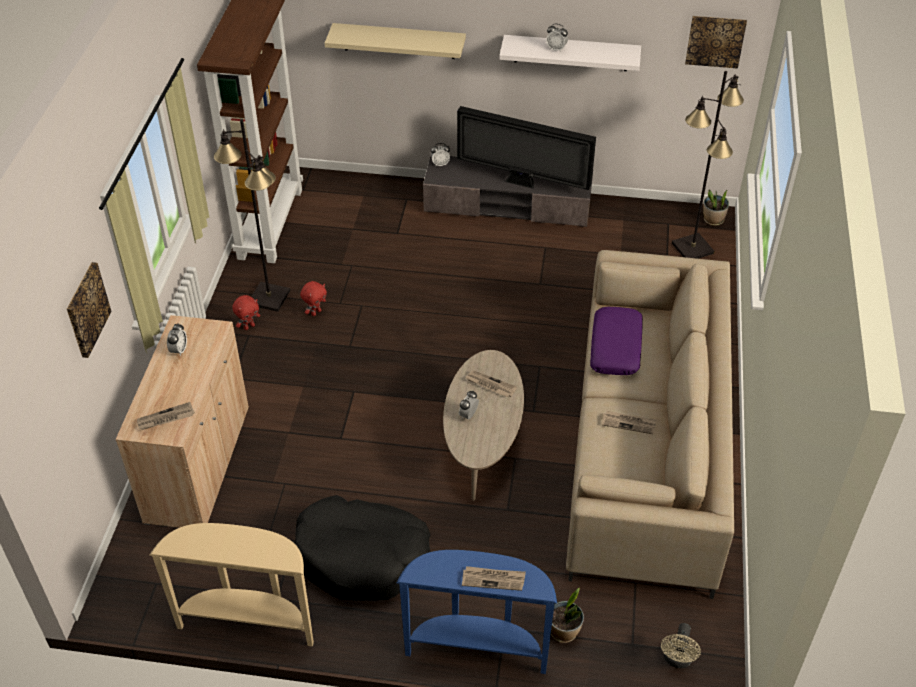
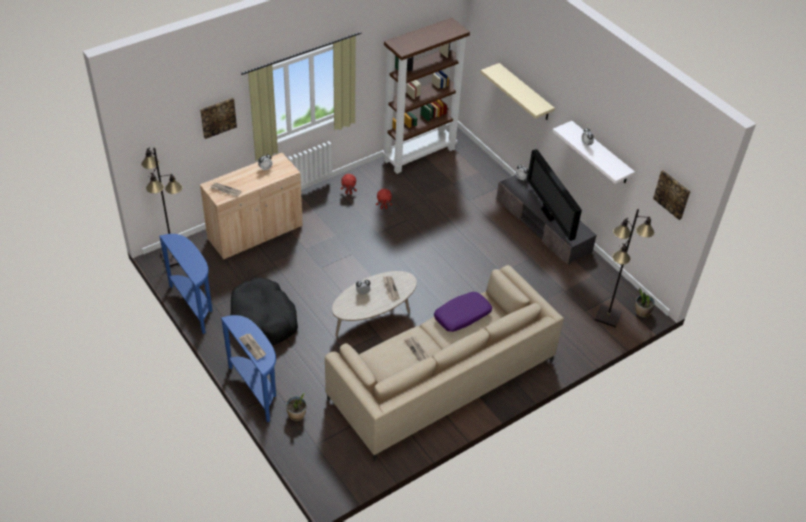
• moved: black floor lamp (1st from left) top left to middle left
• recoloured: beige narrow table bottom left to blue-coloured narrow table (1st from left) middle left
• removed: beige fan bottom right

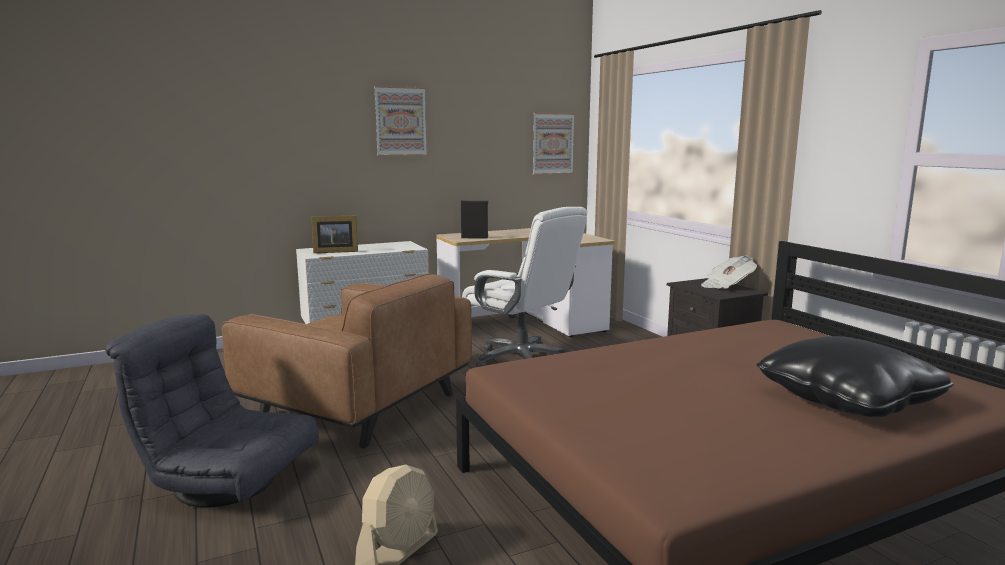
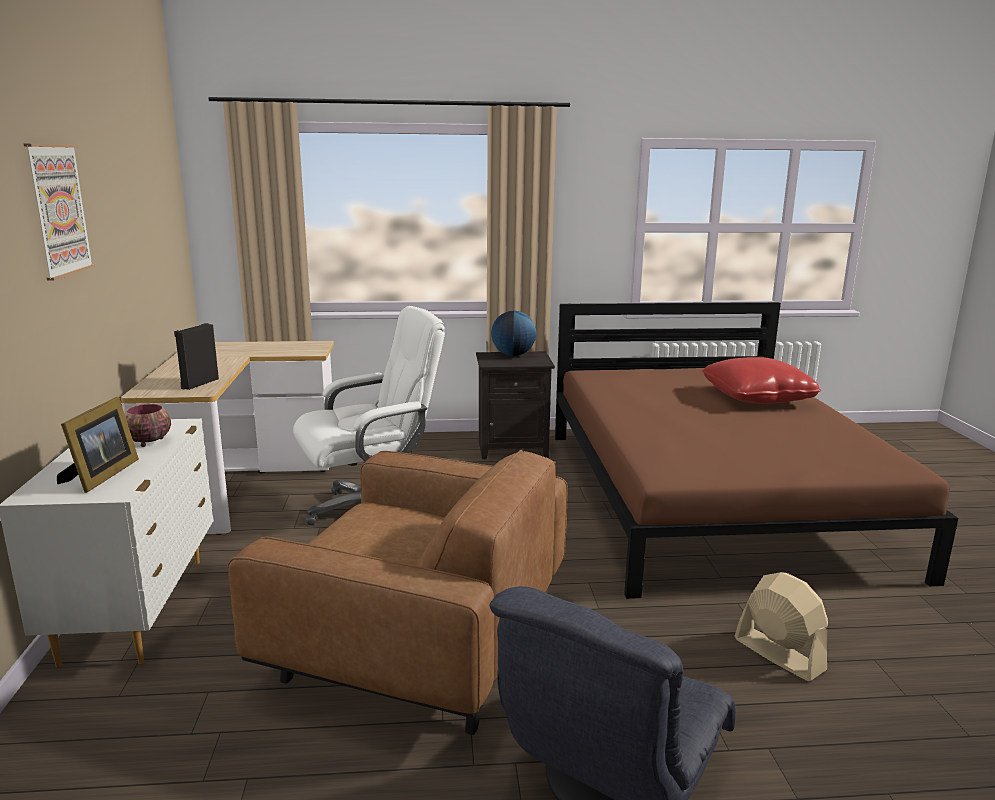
• removed: picture (2nd from left) top centre
• replaced: printed paper middle right to globe centre
• turned: brown armchair centre = bottom centre 60 degrees clockwise
• recoloured: black throw pillow middle right to red throw pillow middle right
• added: deep dish middle left

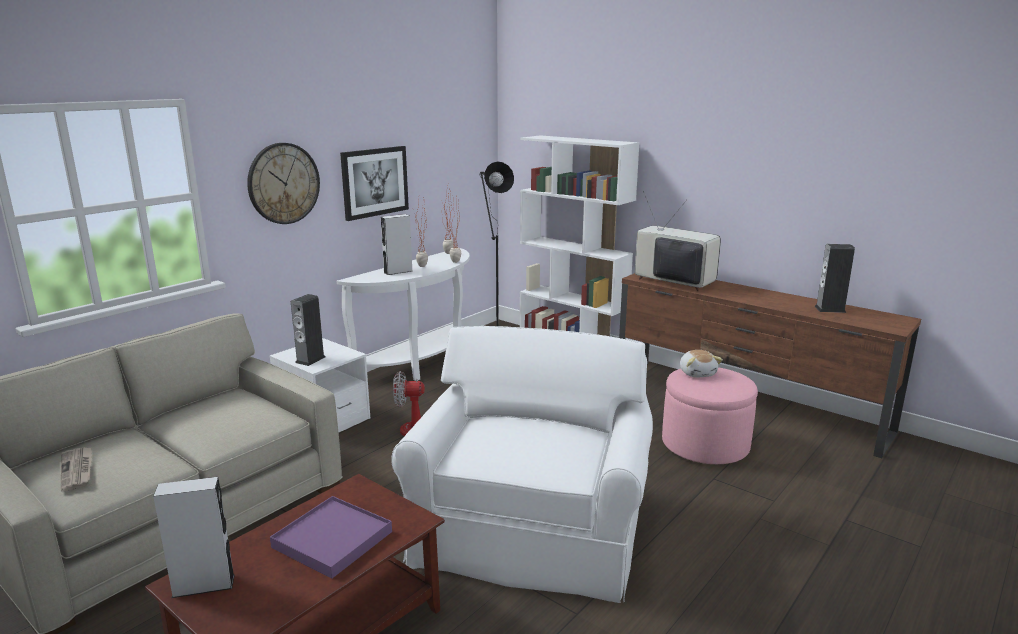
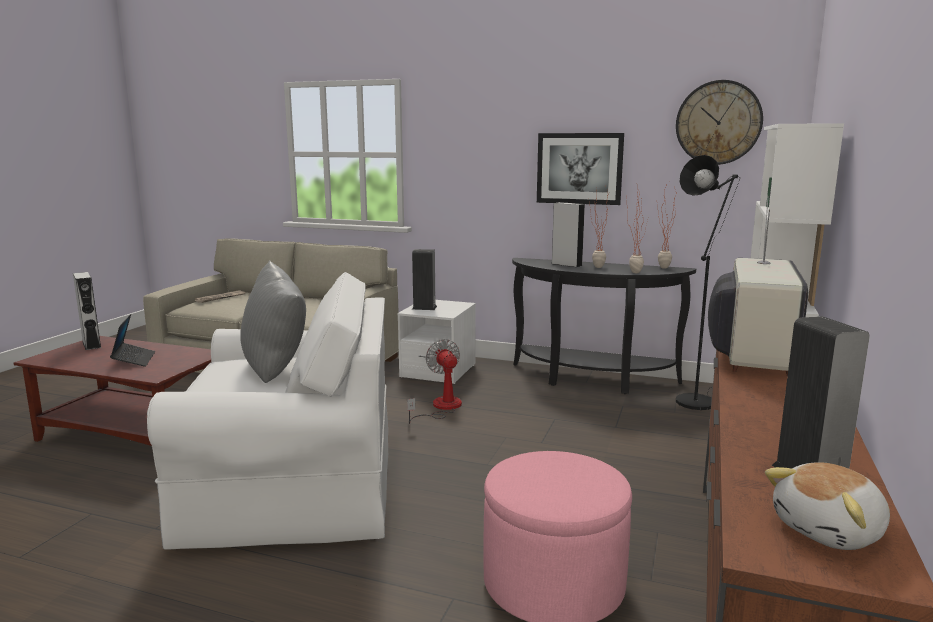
• moved: hanging clock top left to top right
• recoloured: whitish narrow table centre to black narrow table centre
• moved: cuddly toy middle right to bottom right
• replaced: purple serving tray bottom left to notebook computer middle left
• added: gray throw pillow middle left

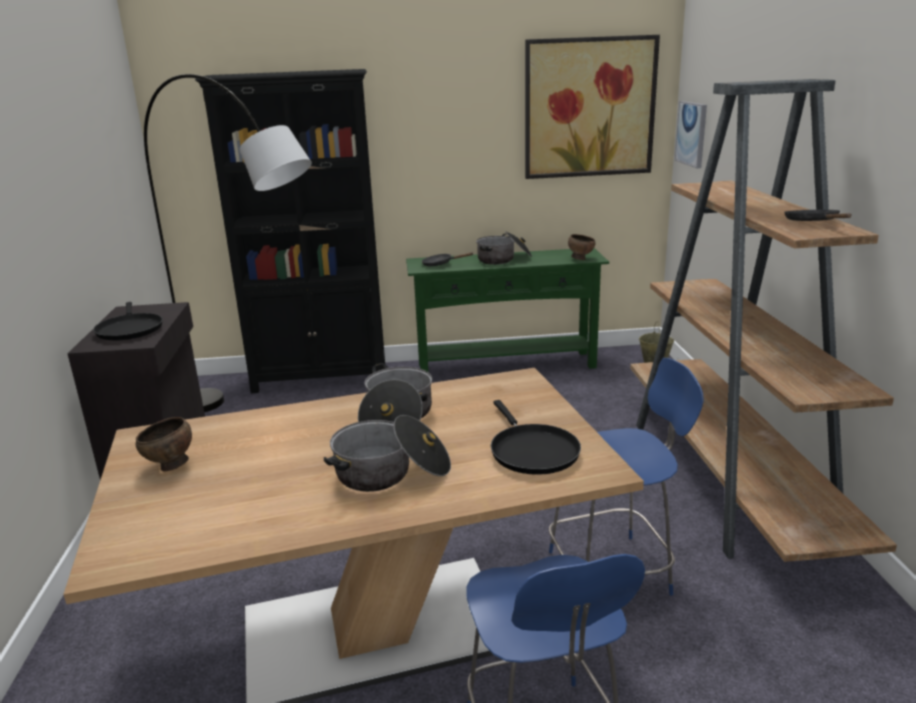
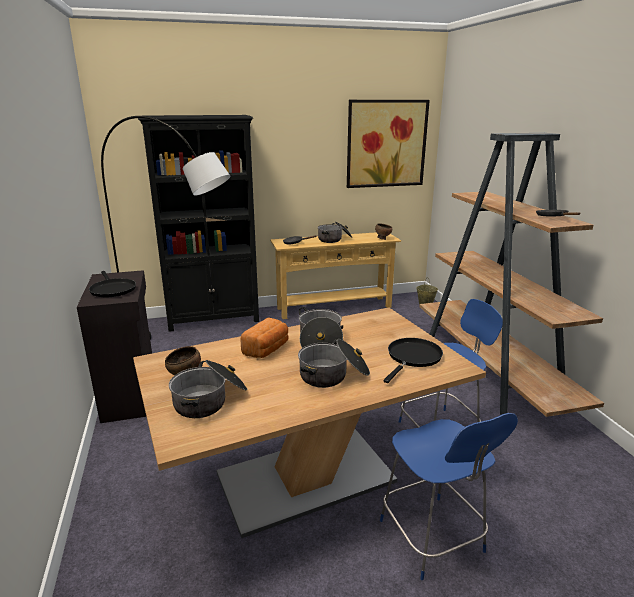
• removed: picture (2nd from left) top right
• recoloured: green narrow table centre to beige narrow table centre
• turned: black pan (3rd from left) centre = centre 120 degrees counterclockwise
• added: baked bread centre
• added: cooking pot (1st from left) middle left

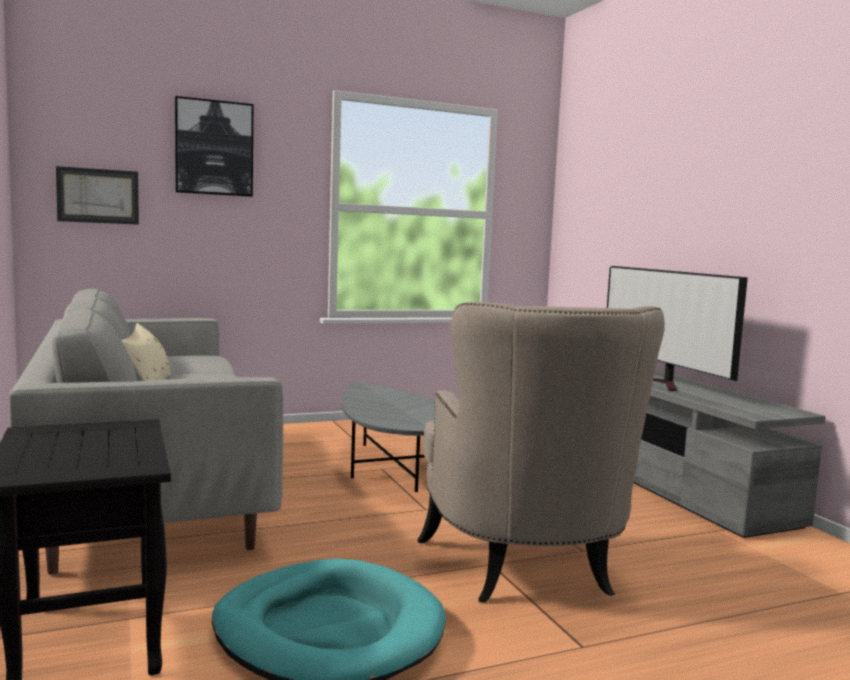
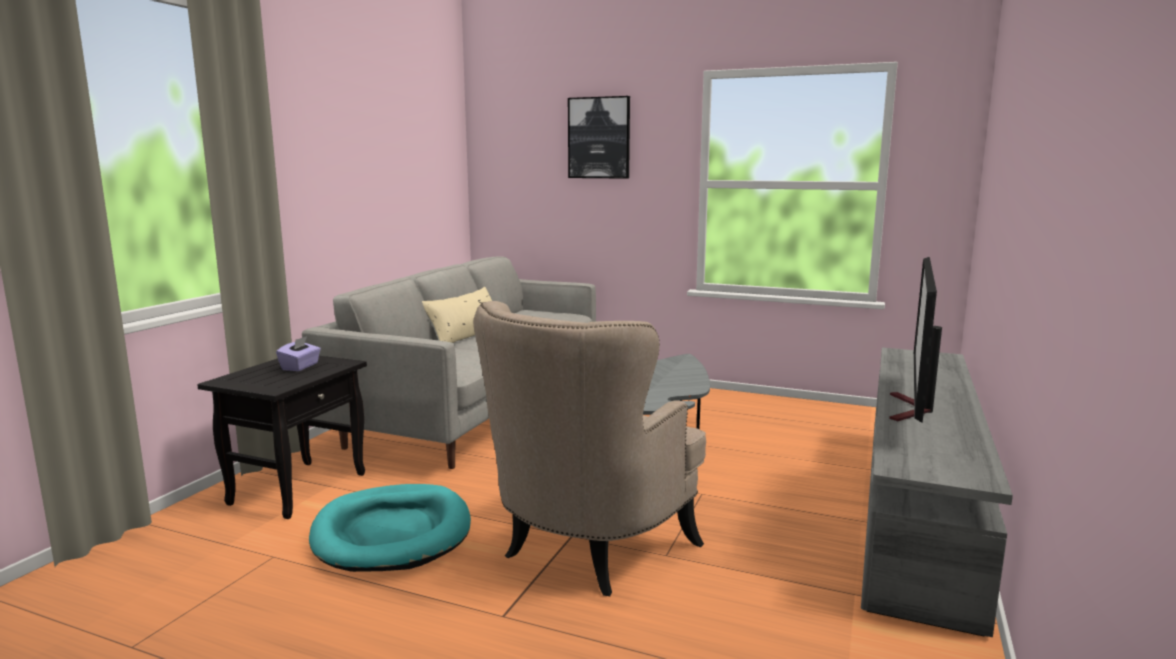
• removed: picture (1st from left) top left
• added: purple box of tissues middle left

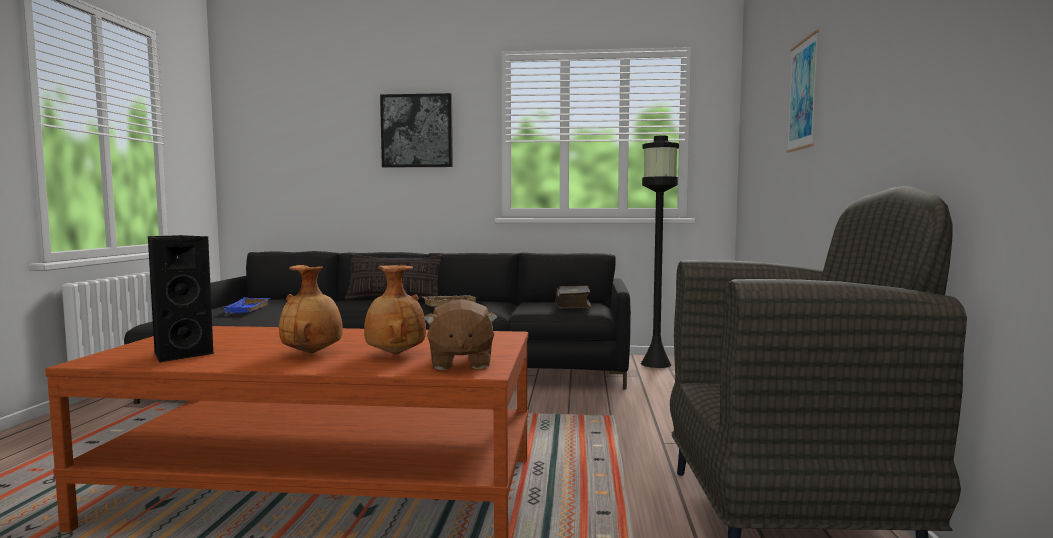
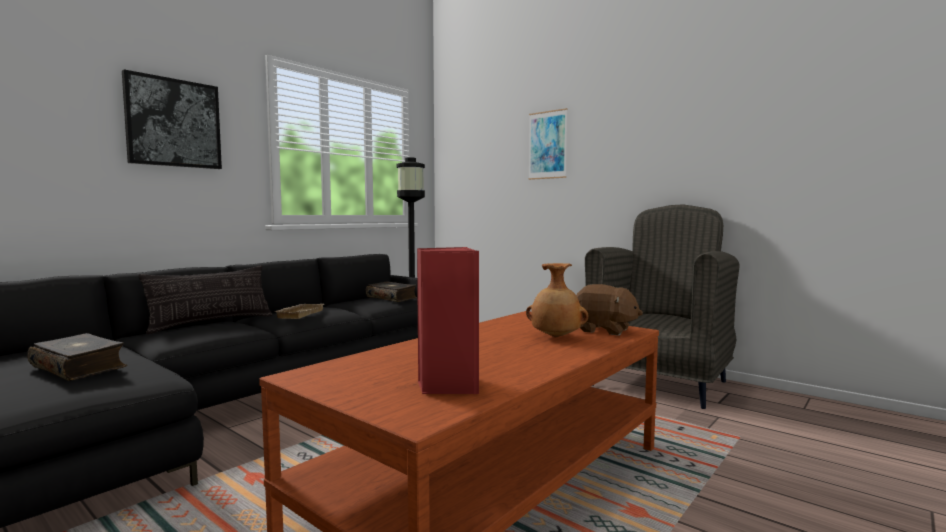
• recoloured: black audio speaker middle left to red audio speaker centre
• removed: brown vase (1st from left) middle left
• replaced: blue-coloured serving tray middle left to volume (1st from left) bottom left

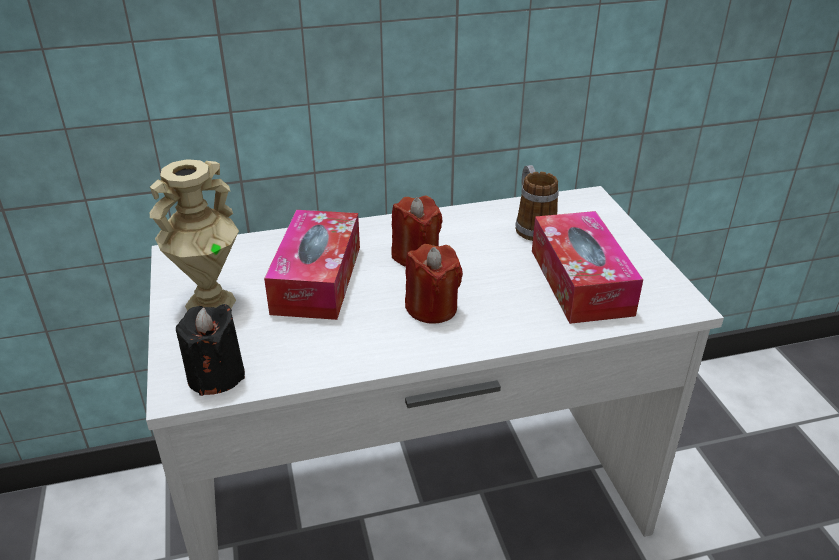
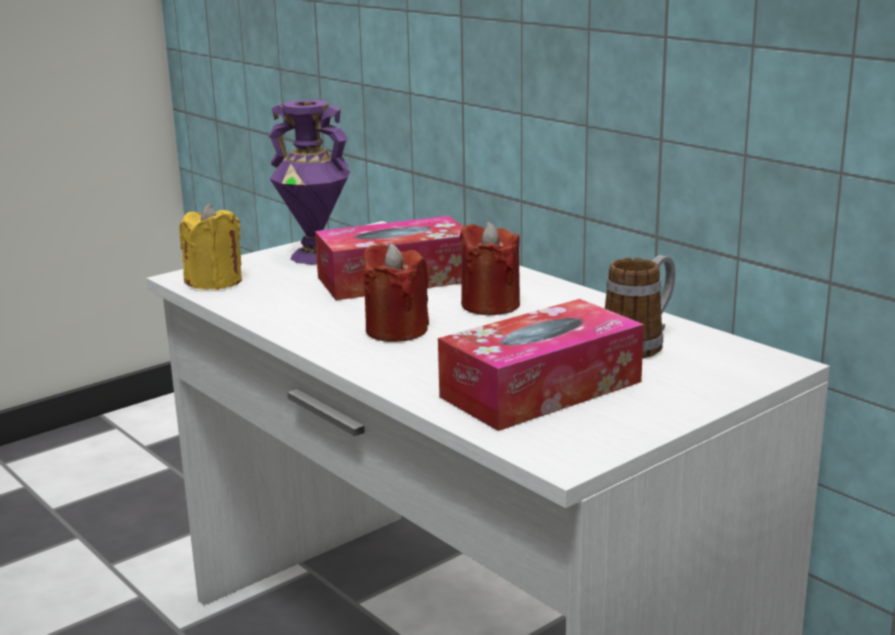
• recoloured: beige vase middle left to purple vase top centre
• recoloured: black candle middle left to yellowish candle middle left

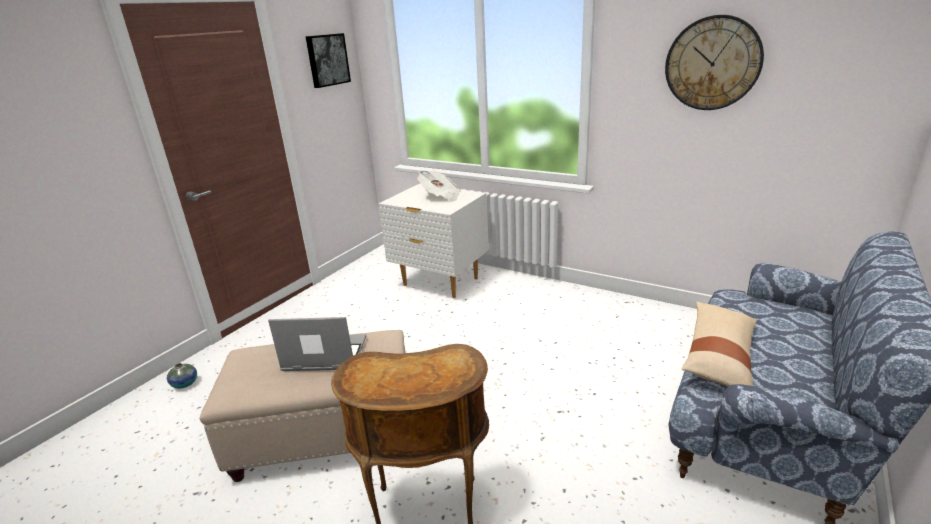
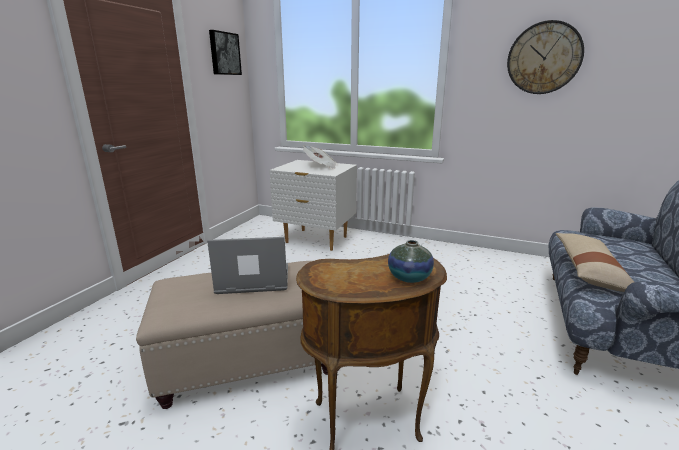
• moved: vase bottom left to centre

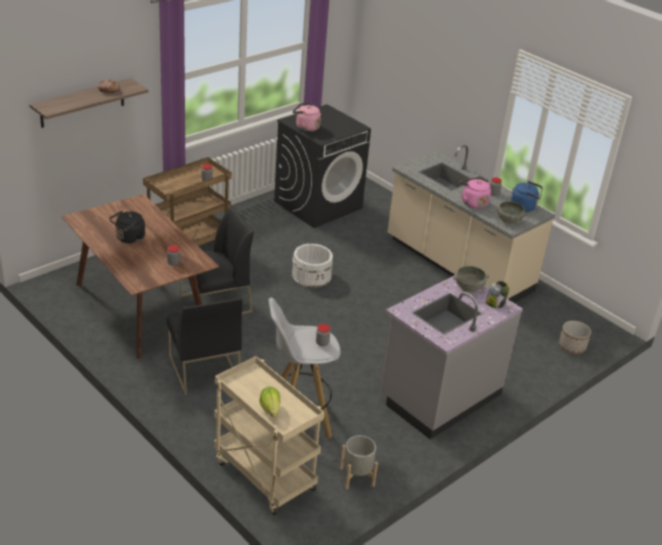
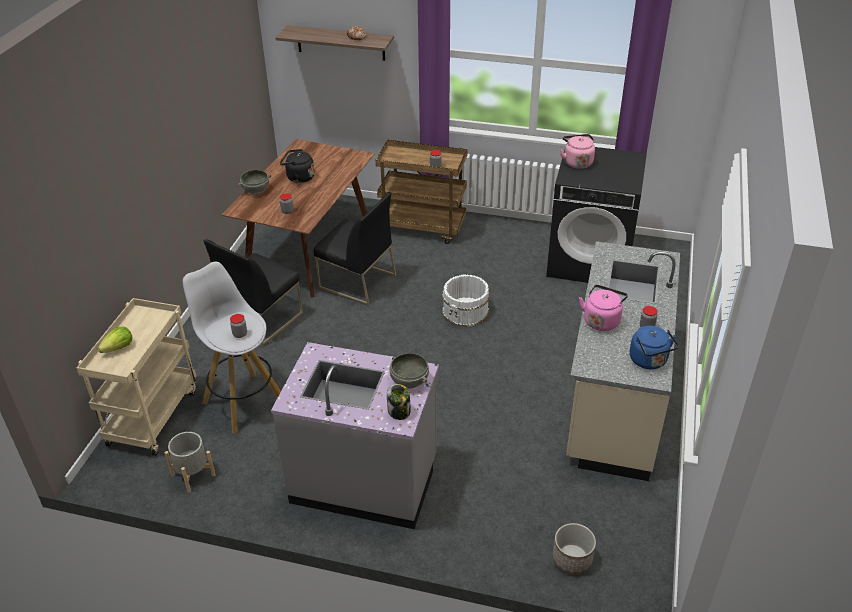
• moved: gray deep dish (2nd from left in the first image) middle right to gray deep dish (1st from left) top left

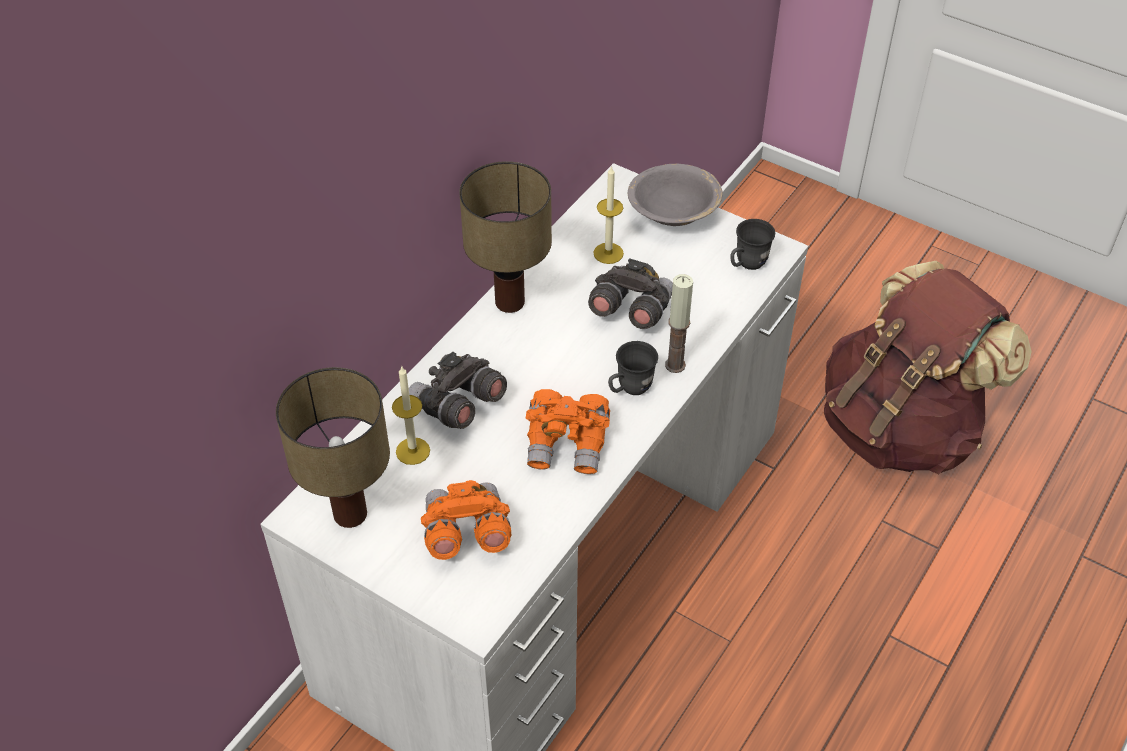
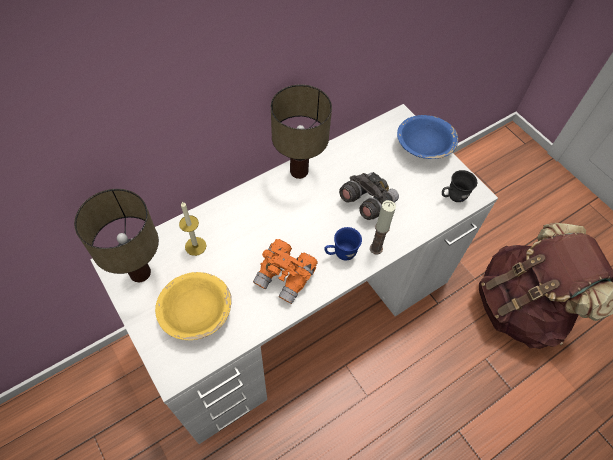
• recoloured: gray deep dish top centre to blue-coloured deep dish top right
• removed: candle (2nd from left) top centre
• recoloured: gray mug (1st from left) centre to blue-coloured mug centre
• removed: gray binoculars (1st from left) centre
• replaced: orange binoculars (1st from left) bottom centre to yellowish deep dish middle left

